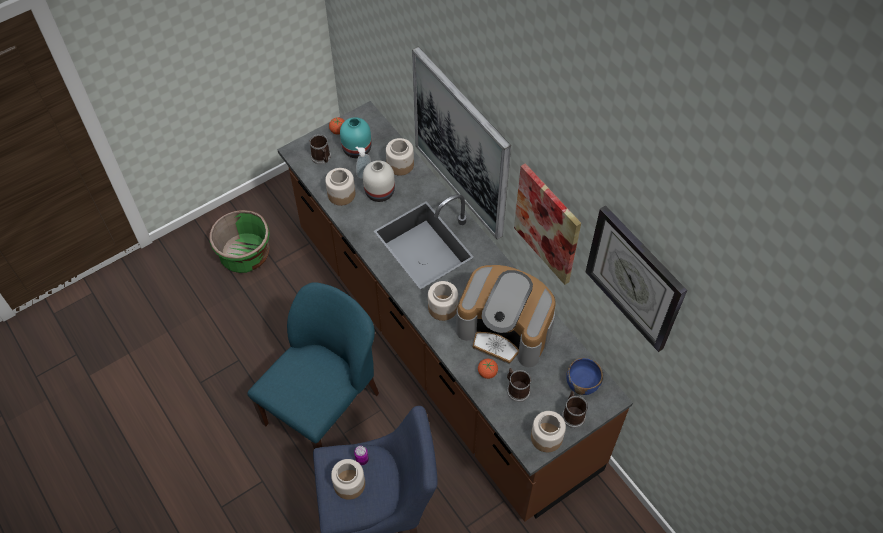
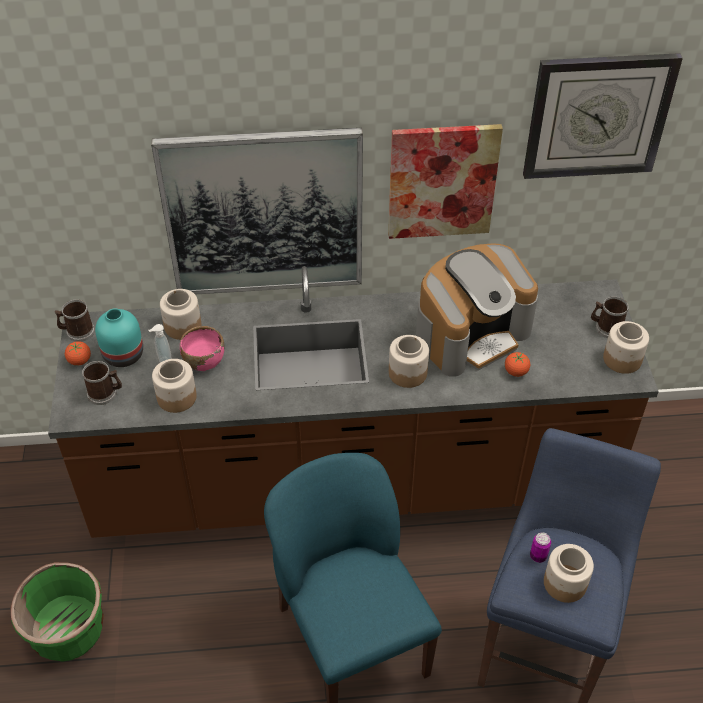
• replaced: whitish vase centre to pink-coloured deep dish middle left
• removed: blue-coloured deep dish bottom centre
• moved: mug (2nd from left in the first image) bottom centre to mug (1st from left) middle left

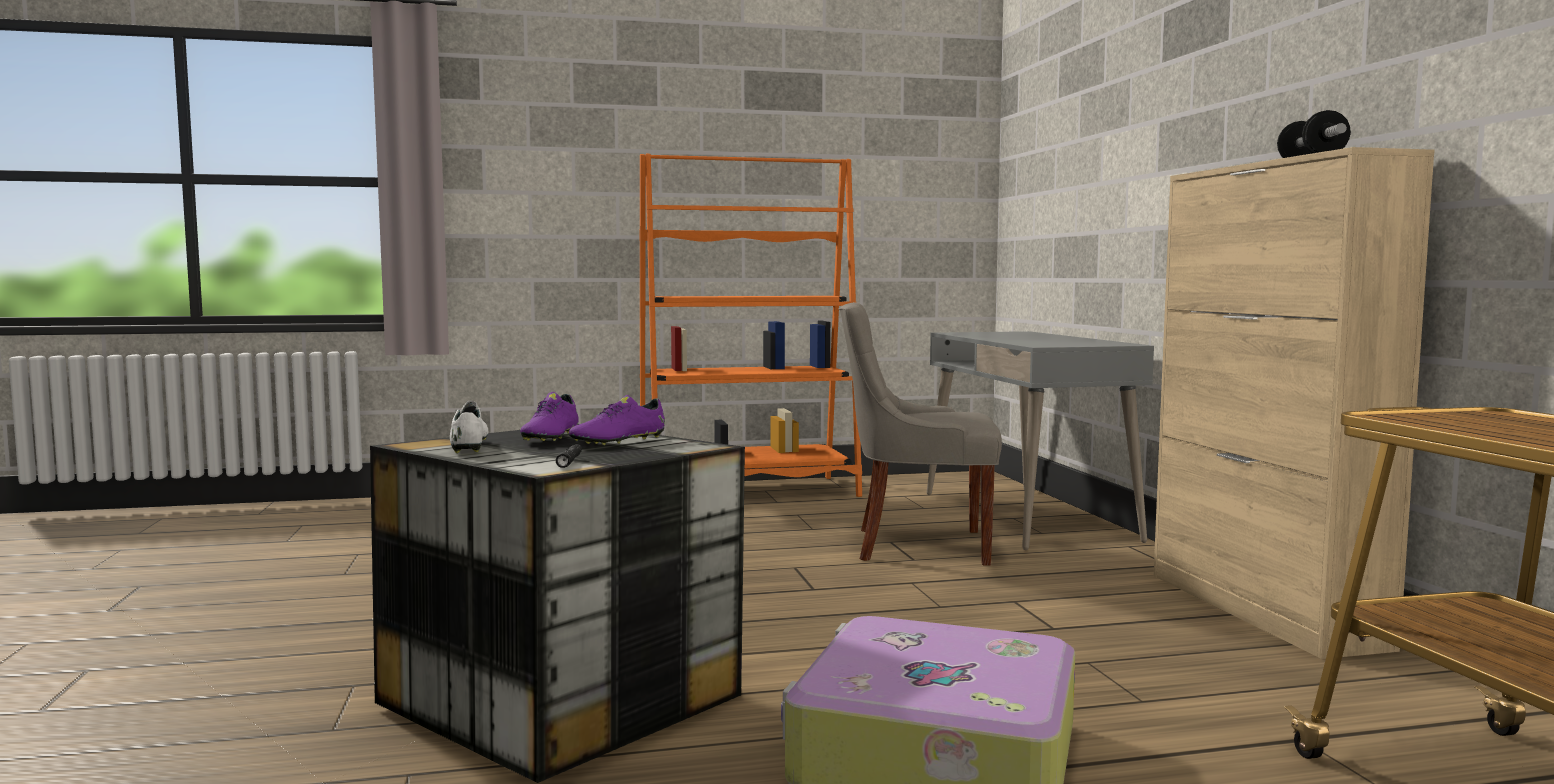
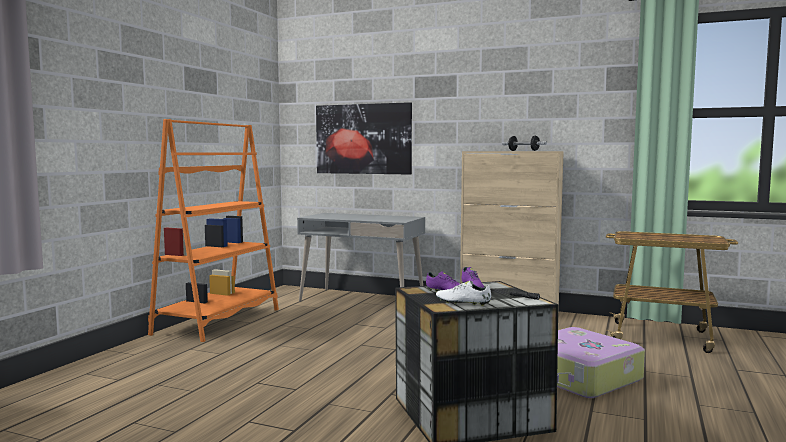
• removed: gray chair centre
• added: picture top centre

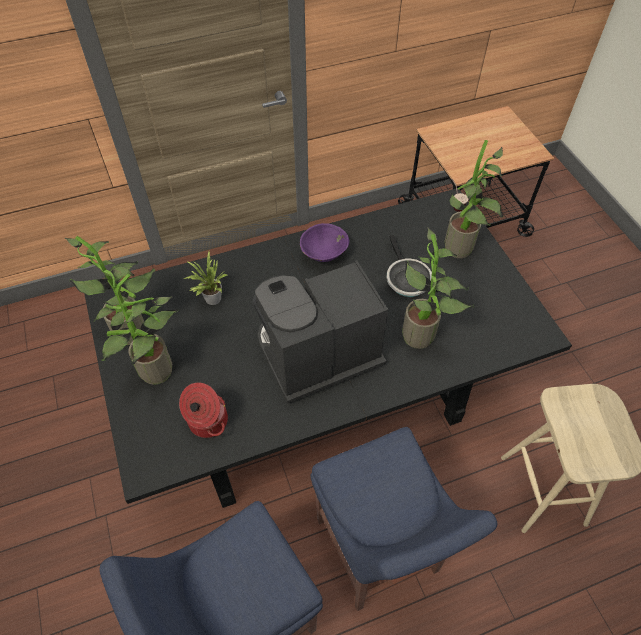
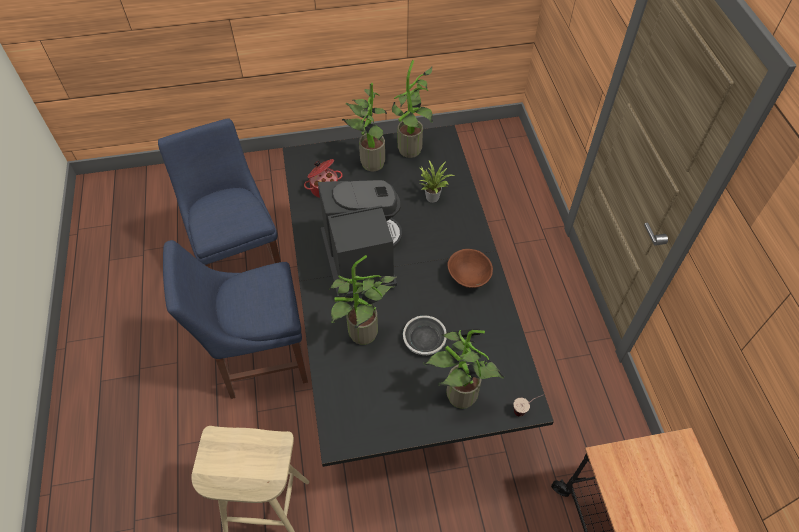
• recoloured: purple deep dish centre to brown deep dish centre

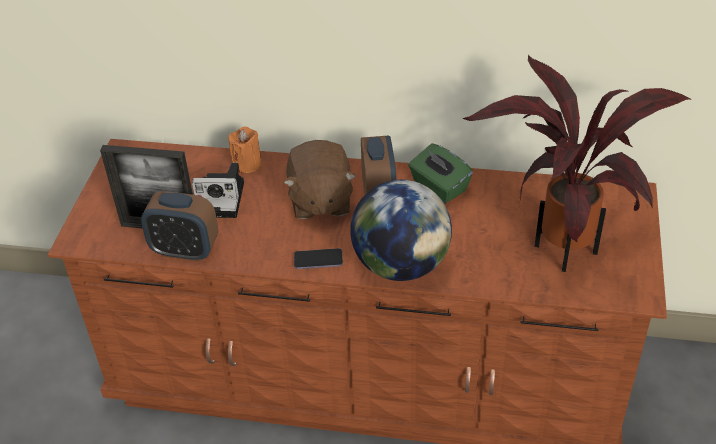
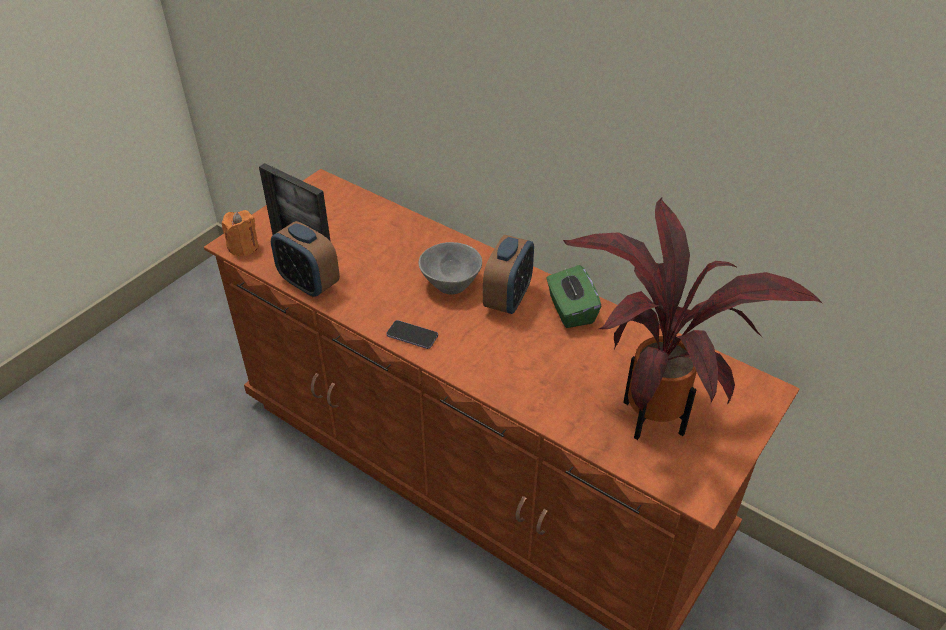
• moved: orange candle centre to middle left
• replaced: brown cuddly toy centre to gray deep dish centre
• removed: photo camera middle left
• removed: globe centre

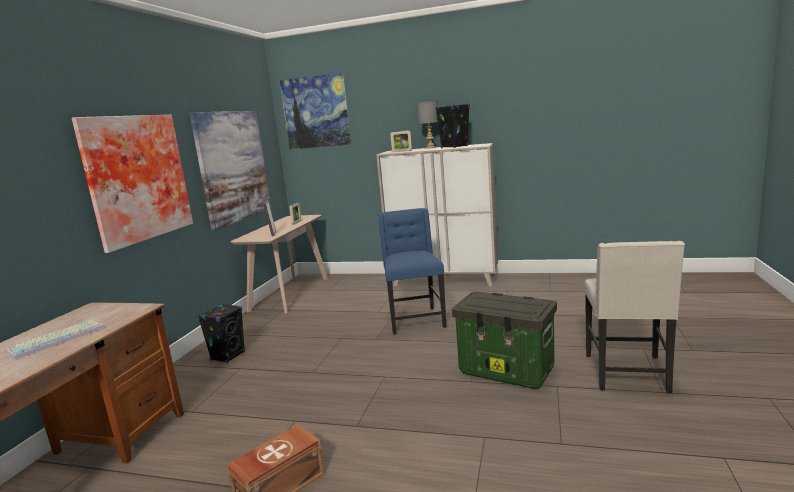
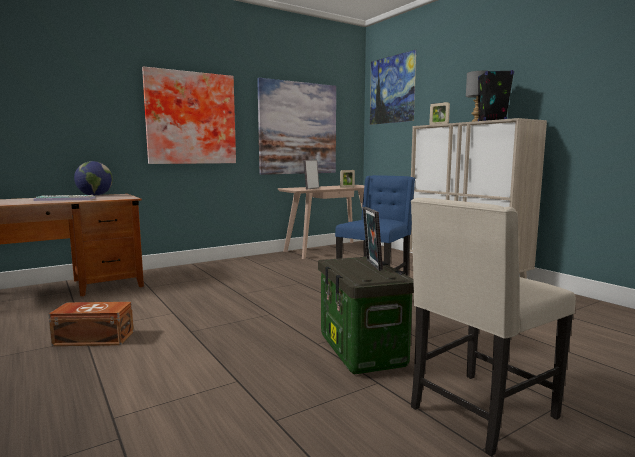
• removed: black audio speaker (1st from left) bottom left
• added: globe middle left
• added: picture frame (3rd from left) centre

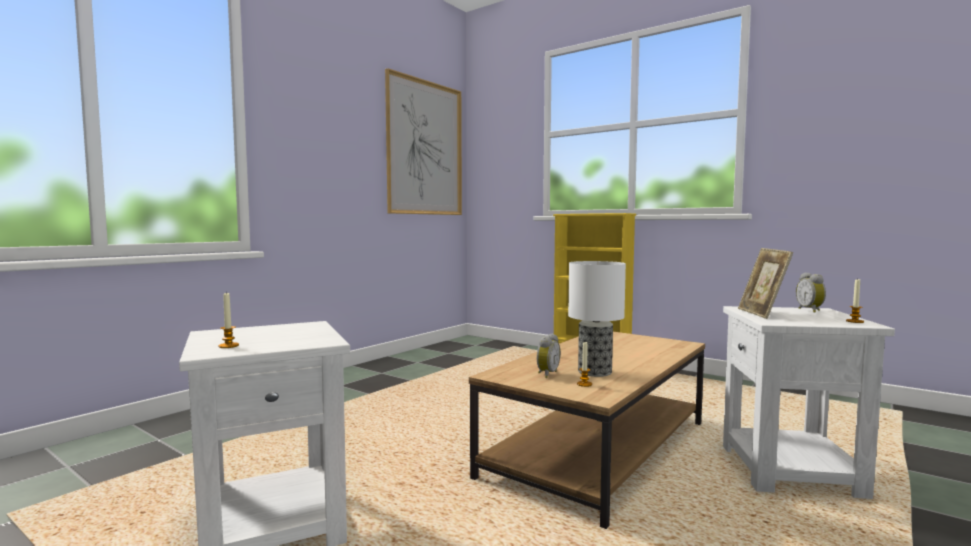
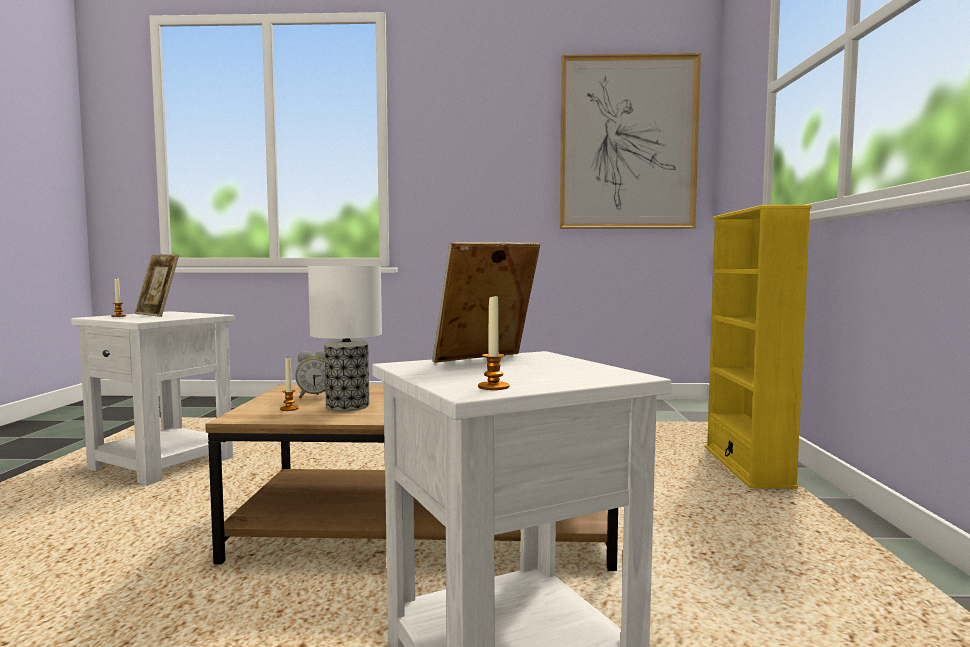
• removed: table clock (2nd from left) middle right
• added: picture frame (1st from left) middle left

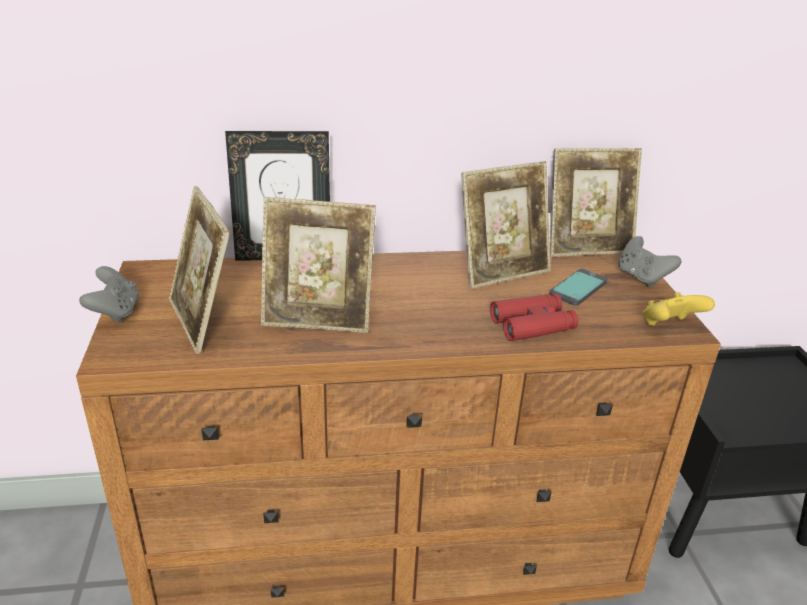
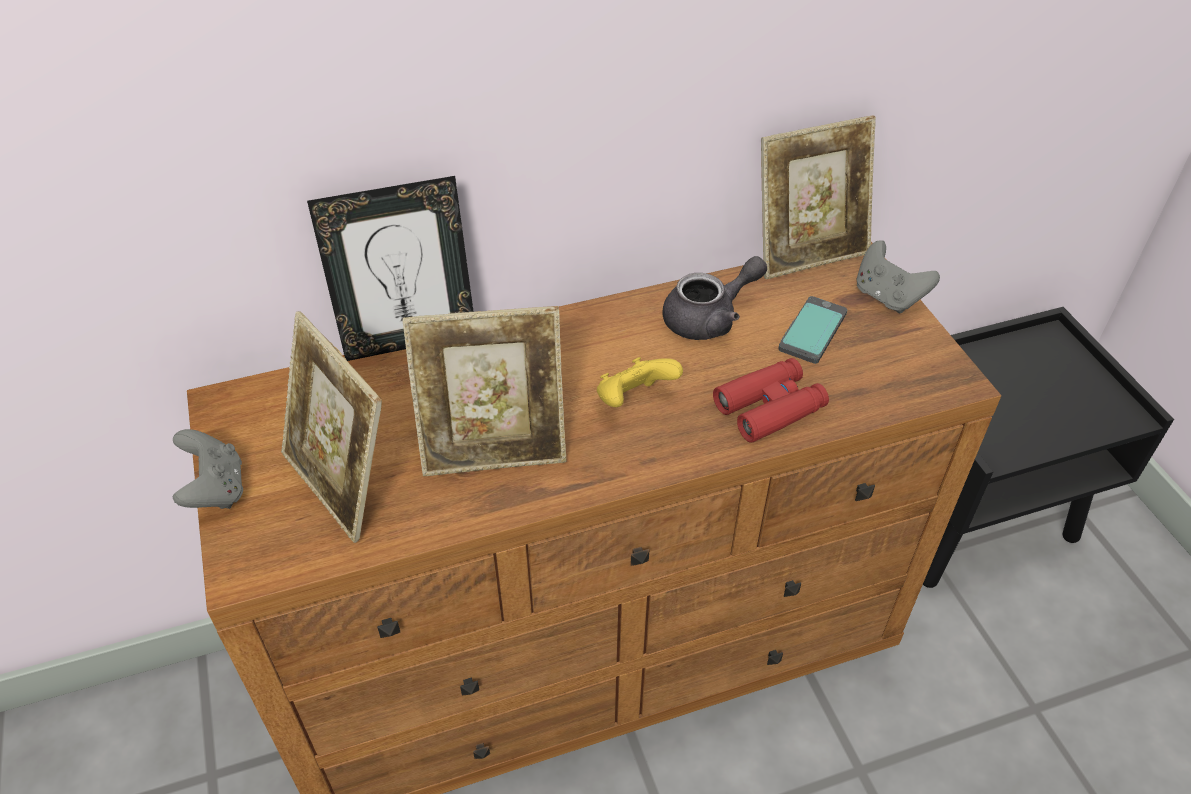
• replaced: picture frame (4th from left) centre to gray pot for tea centre
• moved: yellowish gamepad middle right to centre

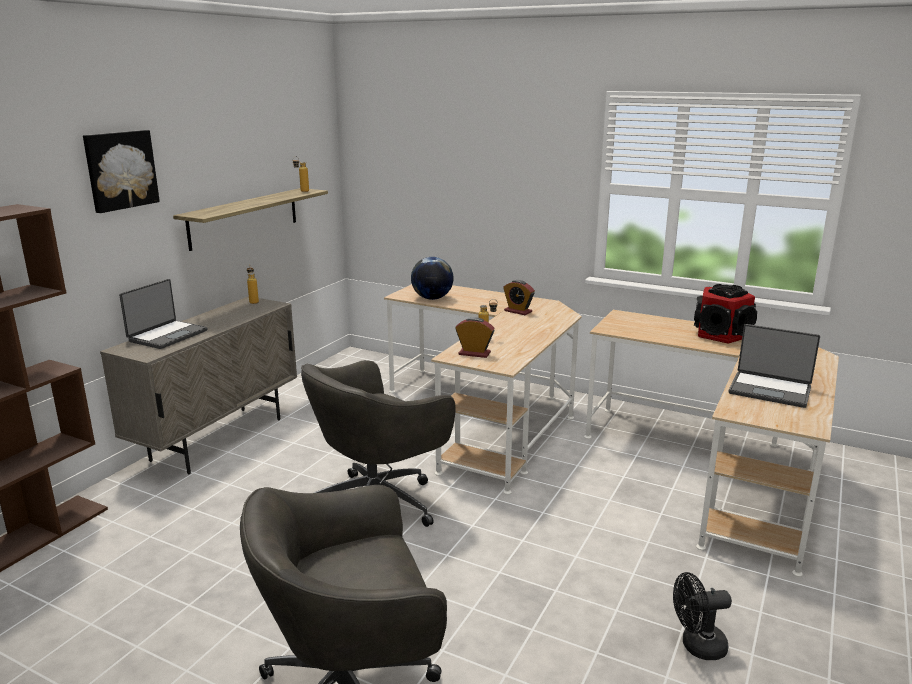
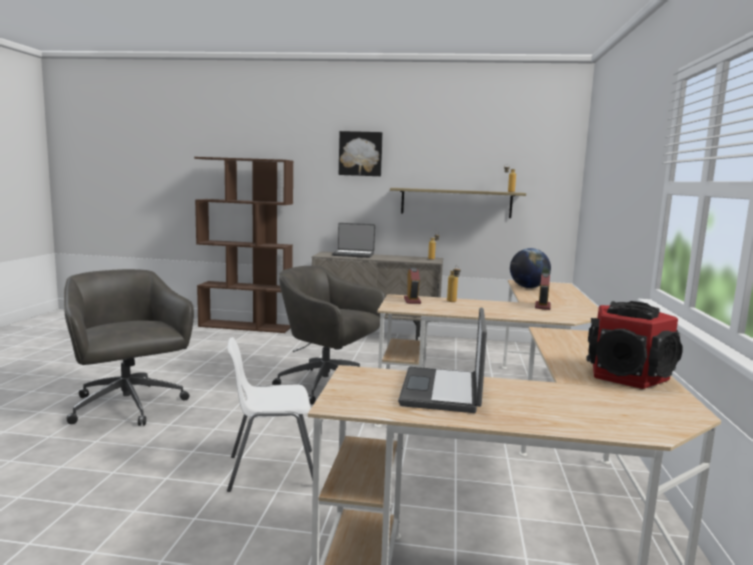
• removed: black fan bottom right
• added: whitish chair bottom centre

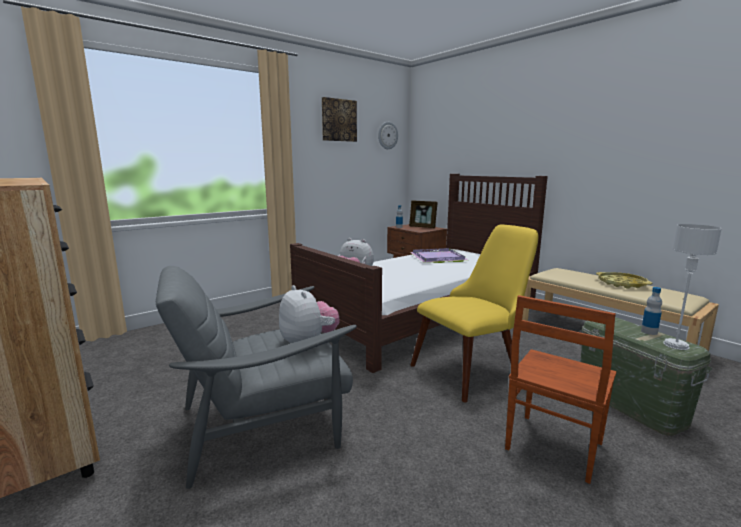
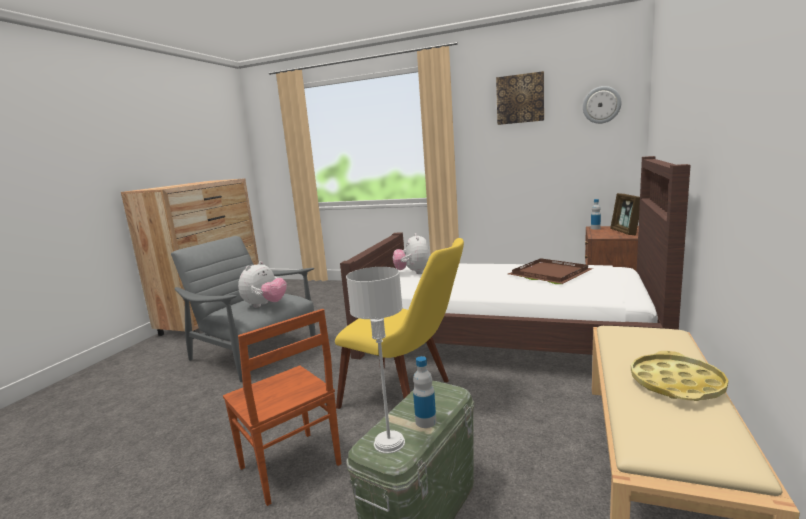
• recoloured: purple serving tray centre to brown serving tray middle right
• turned: brown chair bottom right = bottom centre 135 degrees counterclockwise

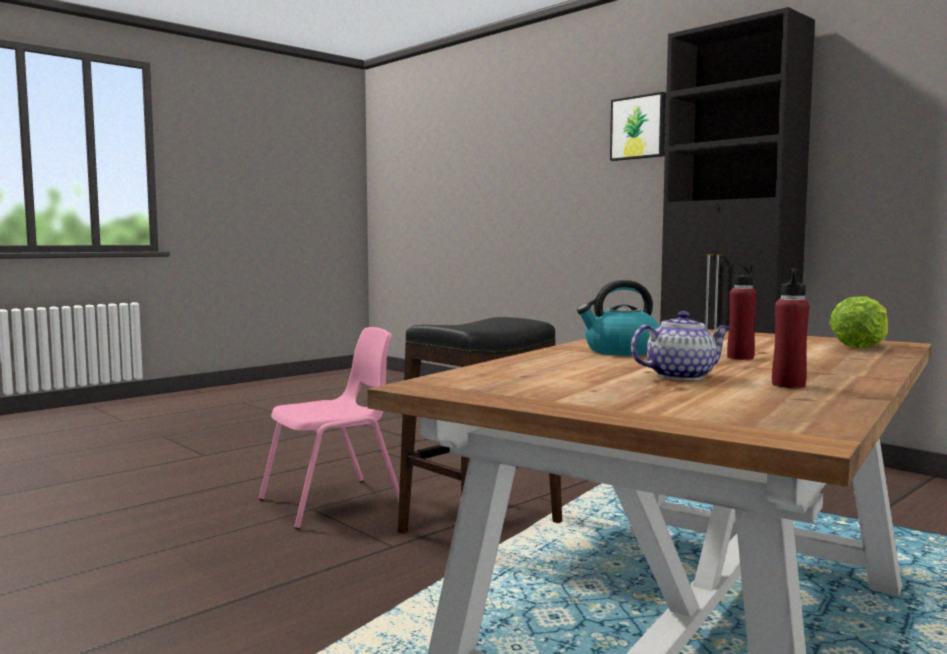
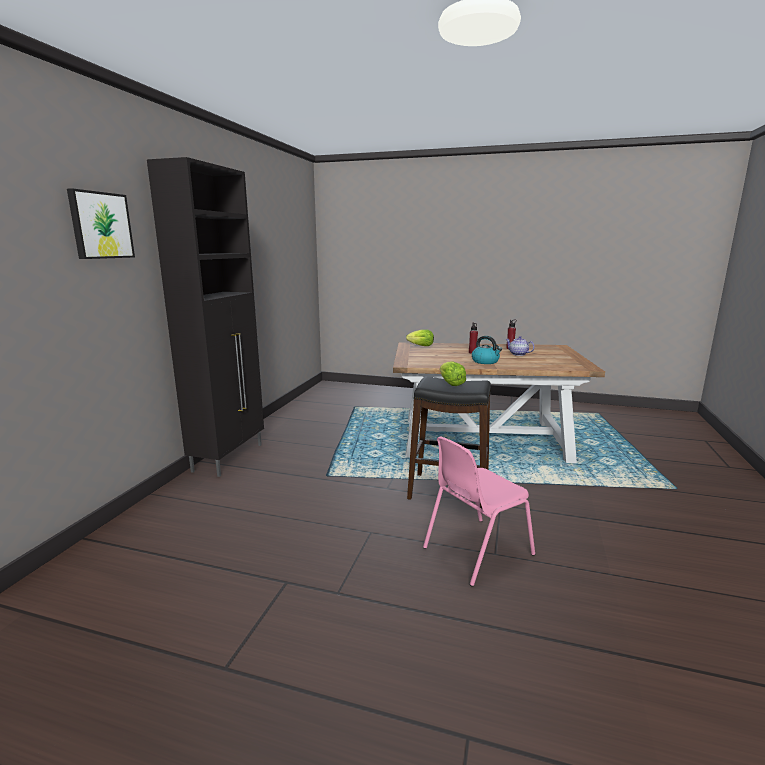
• turned: pink-coloured chair centre = bottom centre 60 degrees counterclockwise
• added: lettuce (2nd from left) centre

